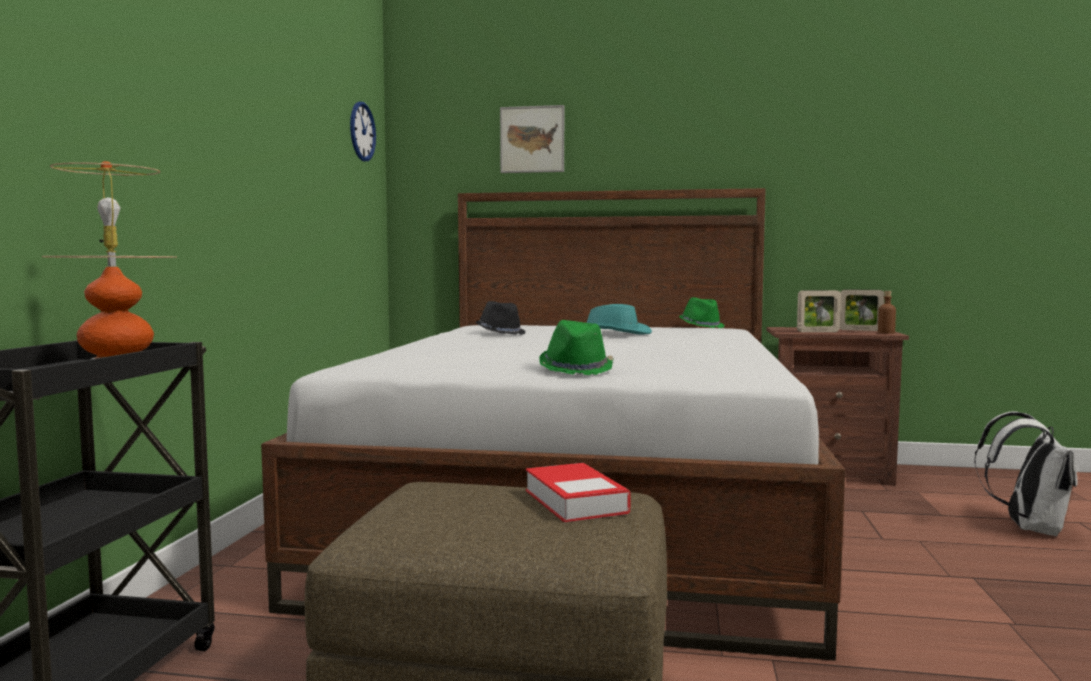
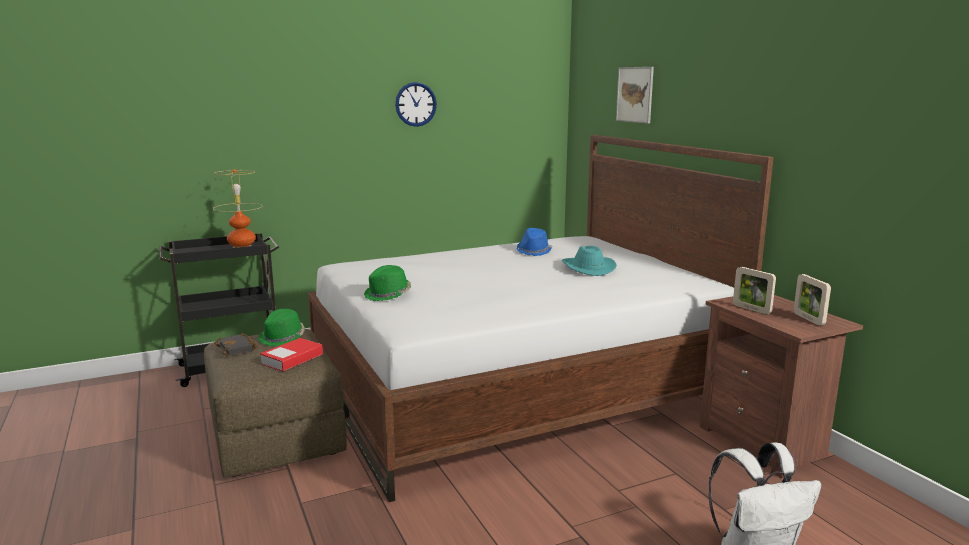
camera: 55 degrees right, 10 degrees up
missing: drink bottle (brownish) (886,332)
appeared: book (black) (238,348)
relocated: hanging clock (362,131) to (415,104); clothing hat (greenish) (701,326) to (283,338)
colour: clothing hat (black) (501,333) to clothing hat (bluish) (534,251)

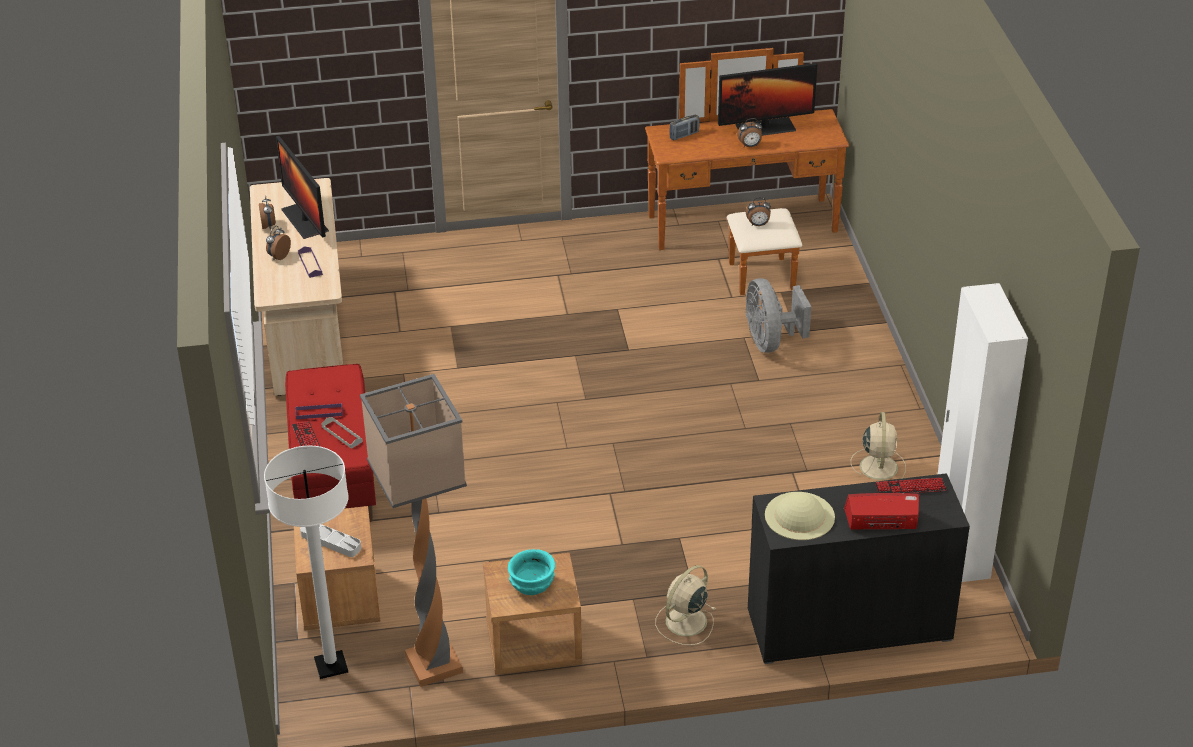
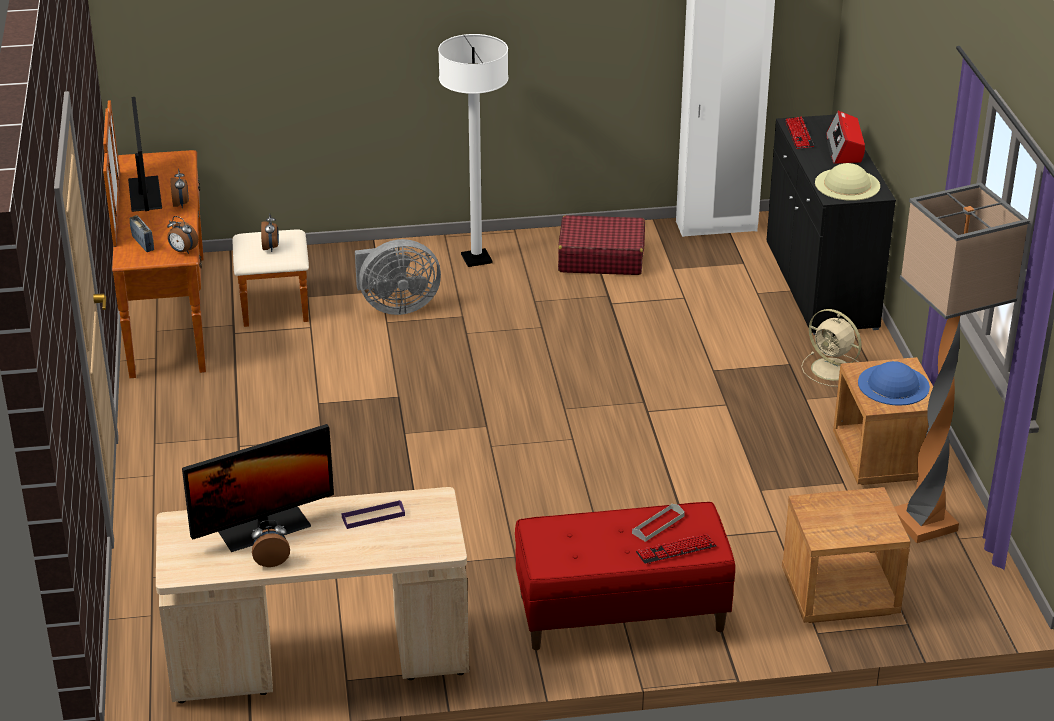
camera: 90 degrees left, 5 degrees down
missing: carrying tray (purplish) (319,412); carrying tray (greyish) (331,541)
relocated: bedside clock (278,256) to (182,251); standard lamp (white) (331,666) to (476,259)
exchanged: electric fan (beige-coloured) (878,466) to suitcase (red-coloured) (600,258); bowl (blue-green) (532,585) to clothing hat (bluish) (893,384)

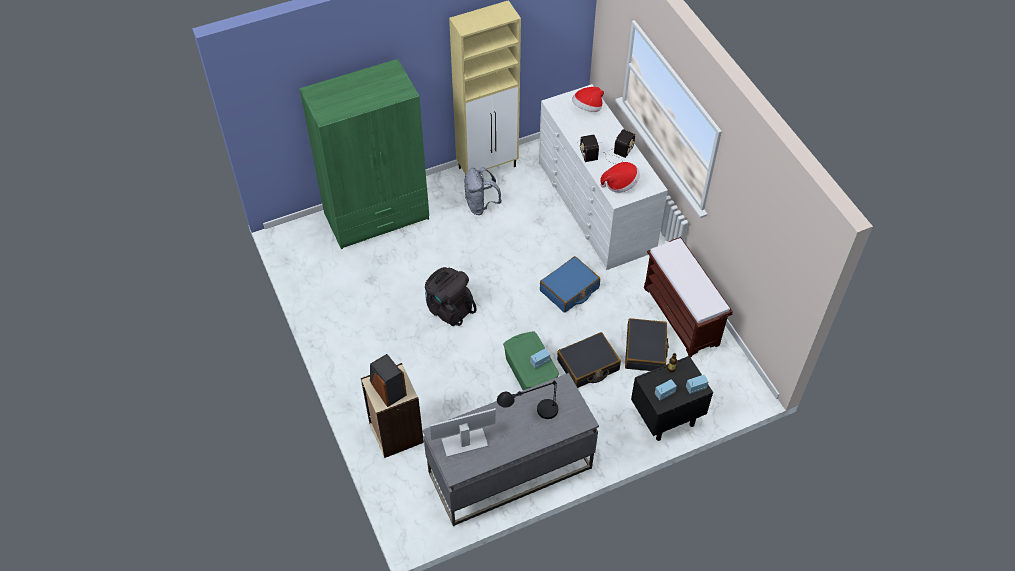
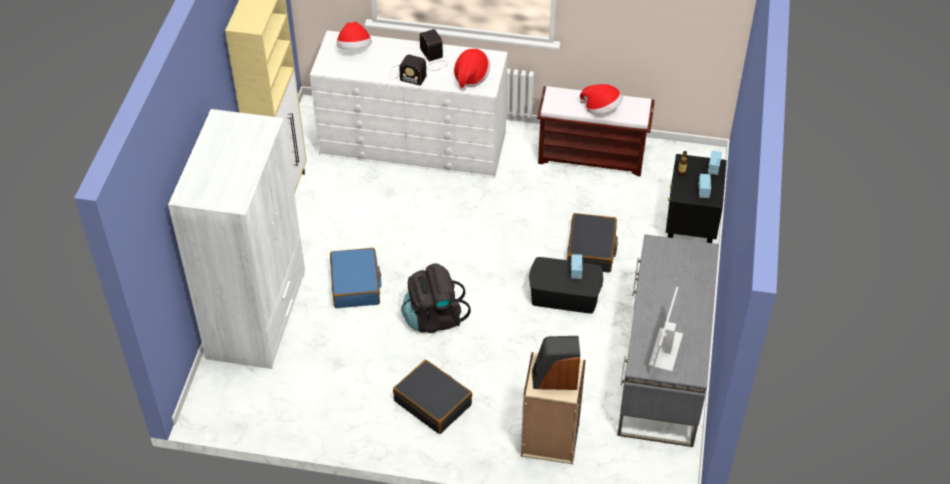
camera: 55 degrees left, 5 degrees down
missing: rucksack (greyish) (481,205); tabletop lamp (black) (529,416)
appeared: clothing hat (601,109)
relocated: suitcase (bluish) (569,290) to (356,284); suitcase (black) (645,350) to (433,403)
colour: clothes cupboard (greenish) (377,216) to clothes cupboard (white) (258,315); storage box (greenish) (530,373) to storage box (black) (564,296)

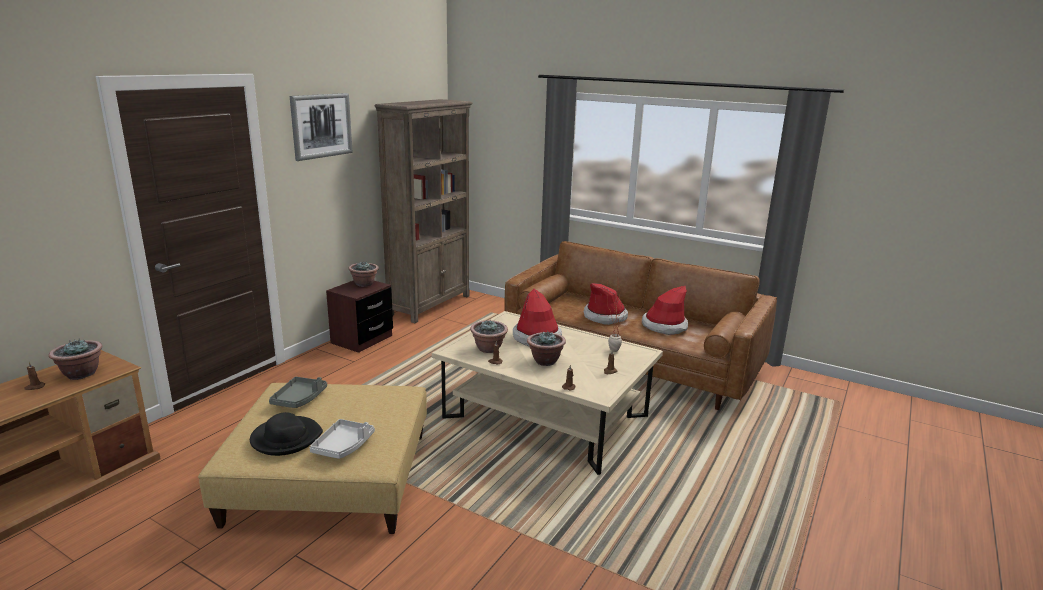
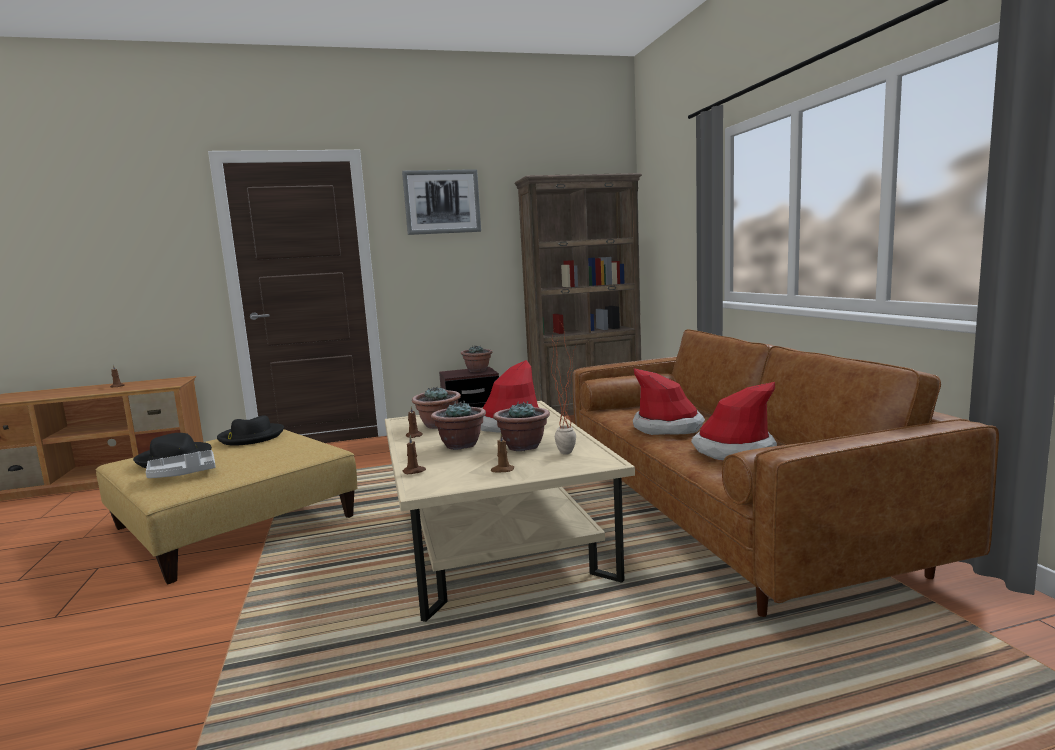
camera: 45 degrees right, 10 degrees down
relocated: plant in a pot (81,374) to (523,447)
exchanged: carrying tray (greyish) (299,399) to clothing hat (black) (251,437)

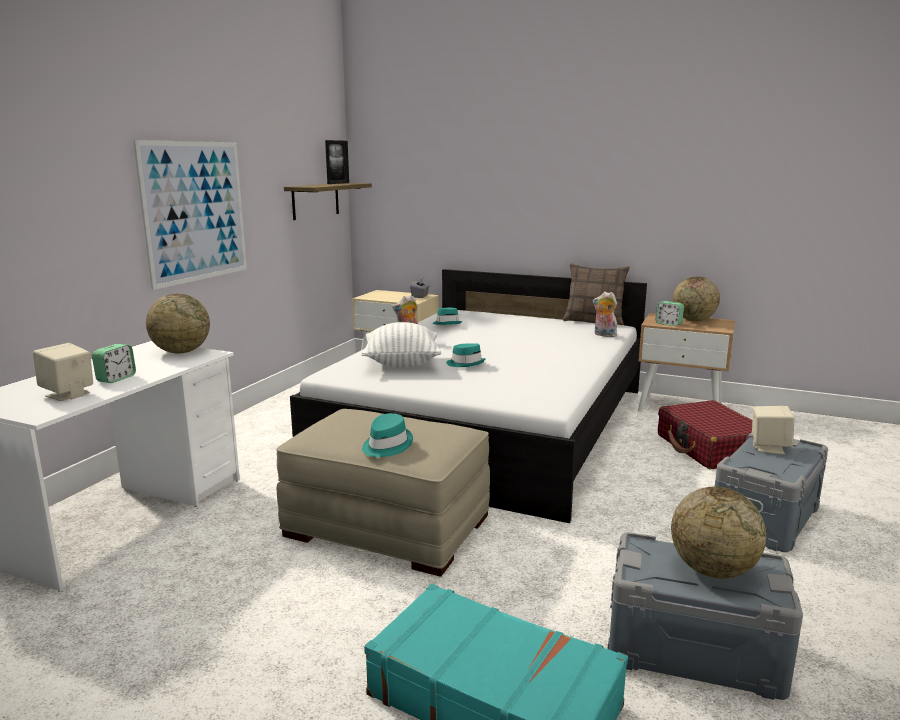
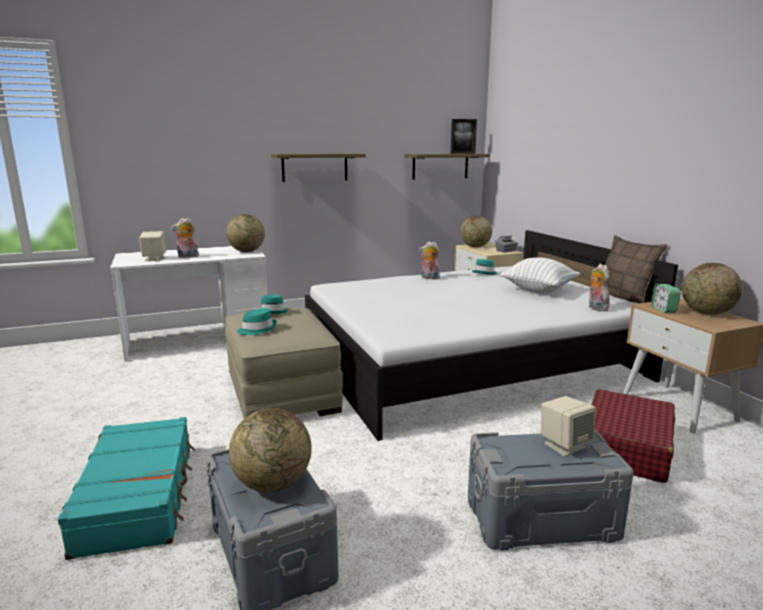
camera: 45 degrees right, 0 degrees up
appeared: globe (475,247)
relocated: cushion (white) (402,364) to (538,290); clothing hat (blue-green) (465,363) to (273,312)
exchanged: wall art (195,211) to bracket shelf (315,167); bedside clock (116,378) to soft toy (187,257)

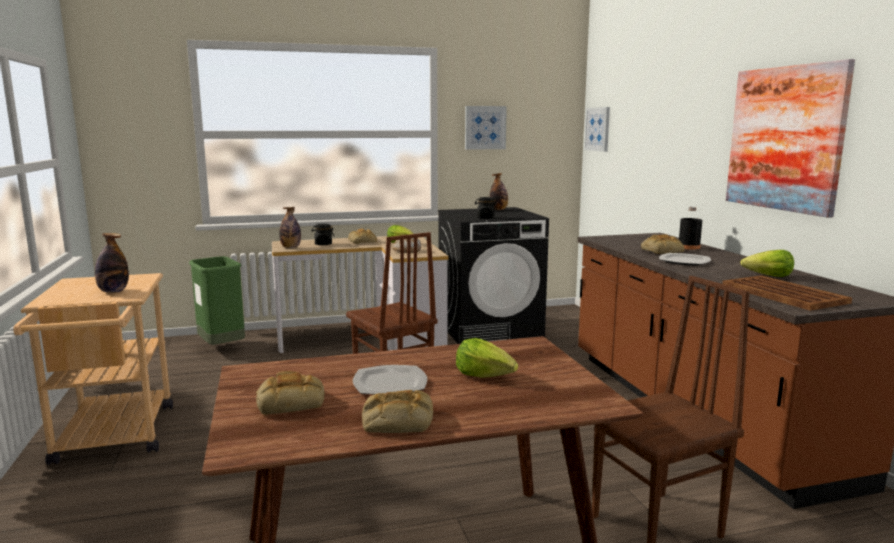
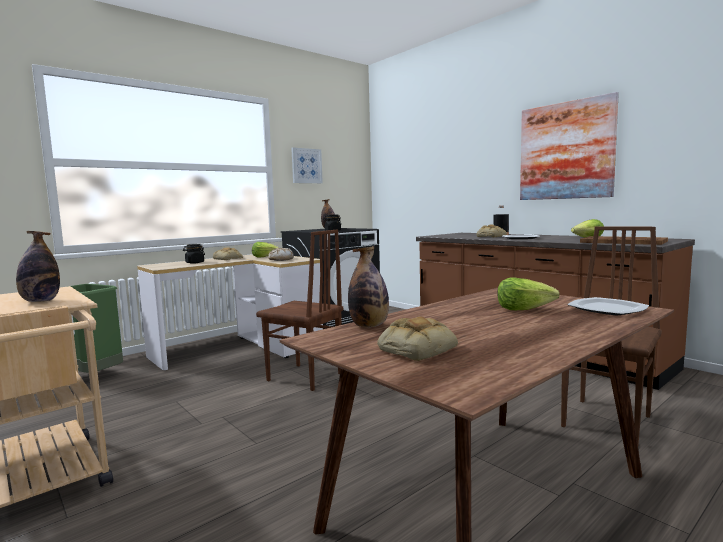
camera: 25 degrees left, 5 degrees down
missing: wall art (597,129); bread (397,421)
relocated: drink bottle (291,247) to (369,326); plate (390,383) to (606,309)

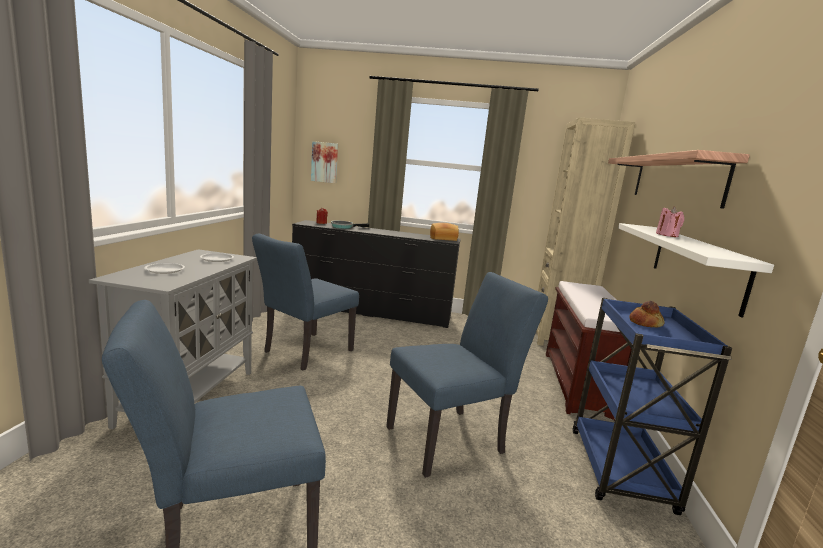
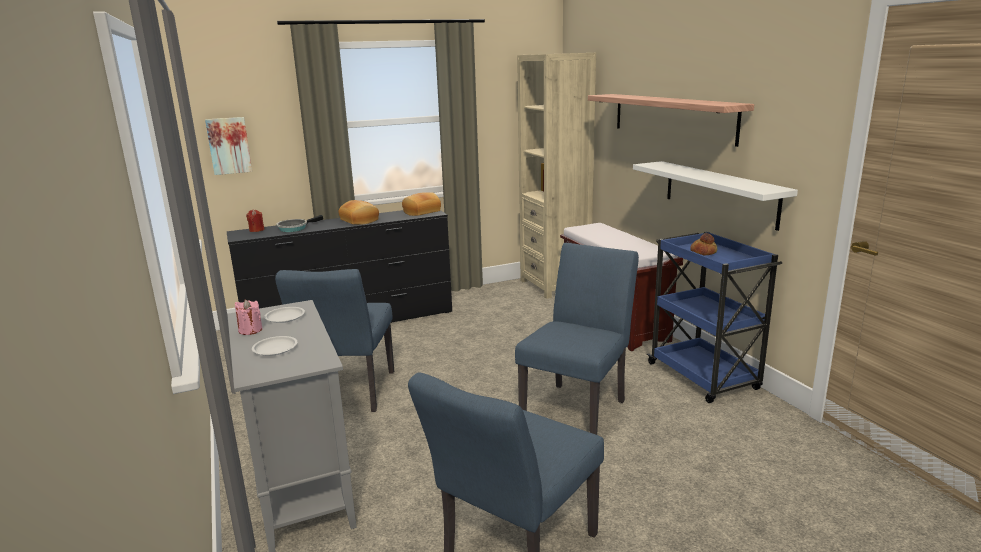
camera: 30 degrees left, 5 degrees up
appeared: bread (360,220)
relocated: wax candle (pink) (667,235) to (250,330)

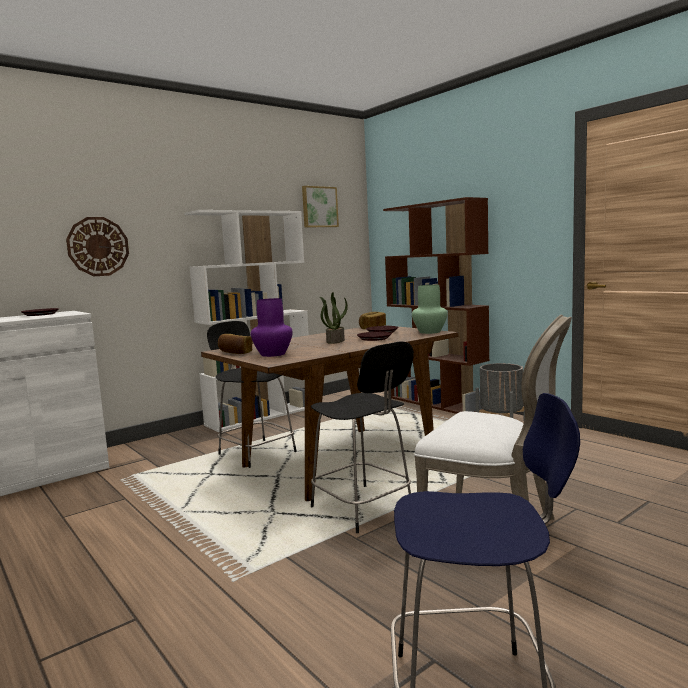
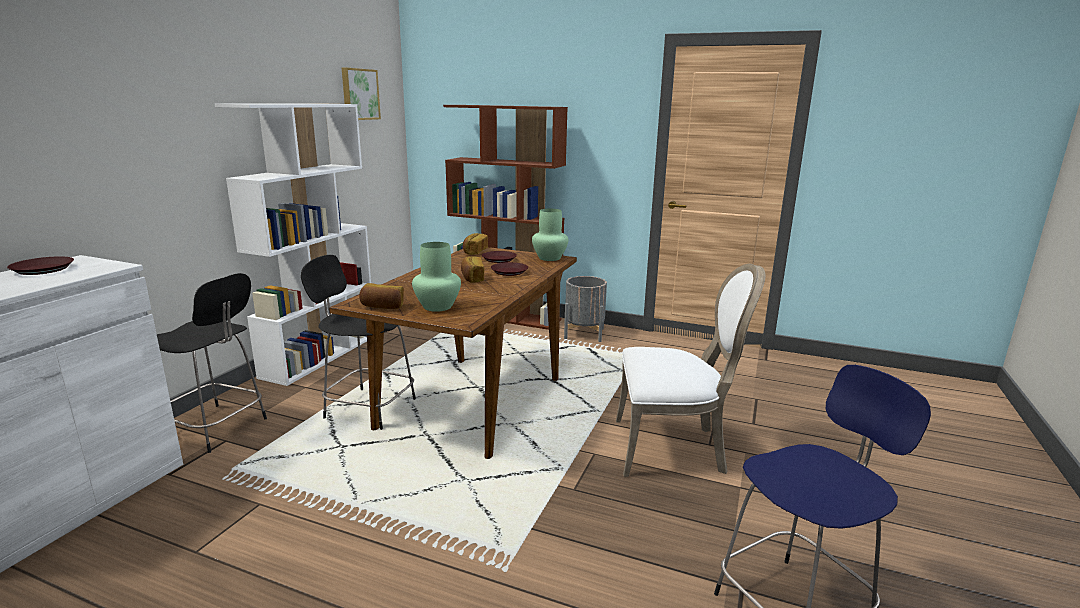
camera: 30 degrees left, 10 degrees up
missing: hanging clock (98,246)
relocated: stool (black) (364,509) to (216,428)
exchanged: plant in a pot (335,341) to bread (472,278)
colour: flower vase (purplish) (272,354) to flower vase (greenish) (436,306)

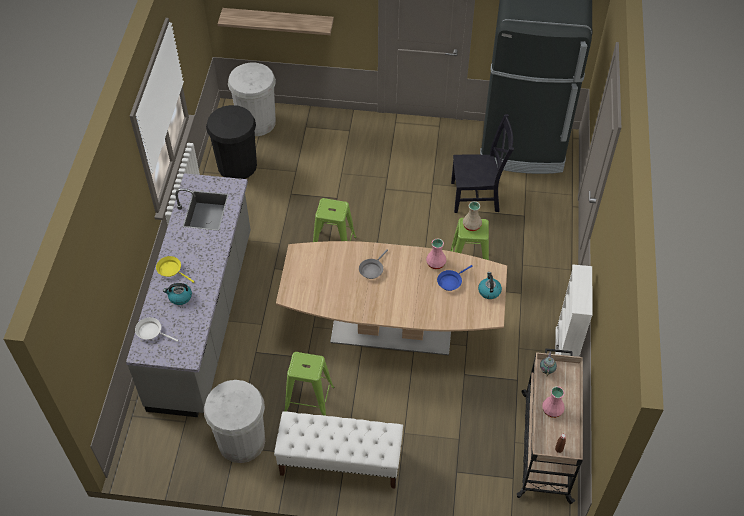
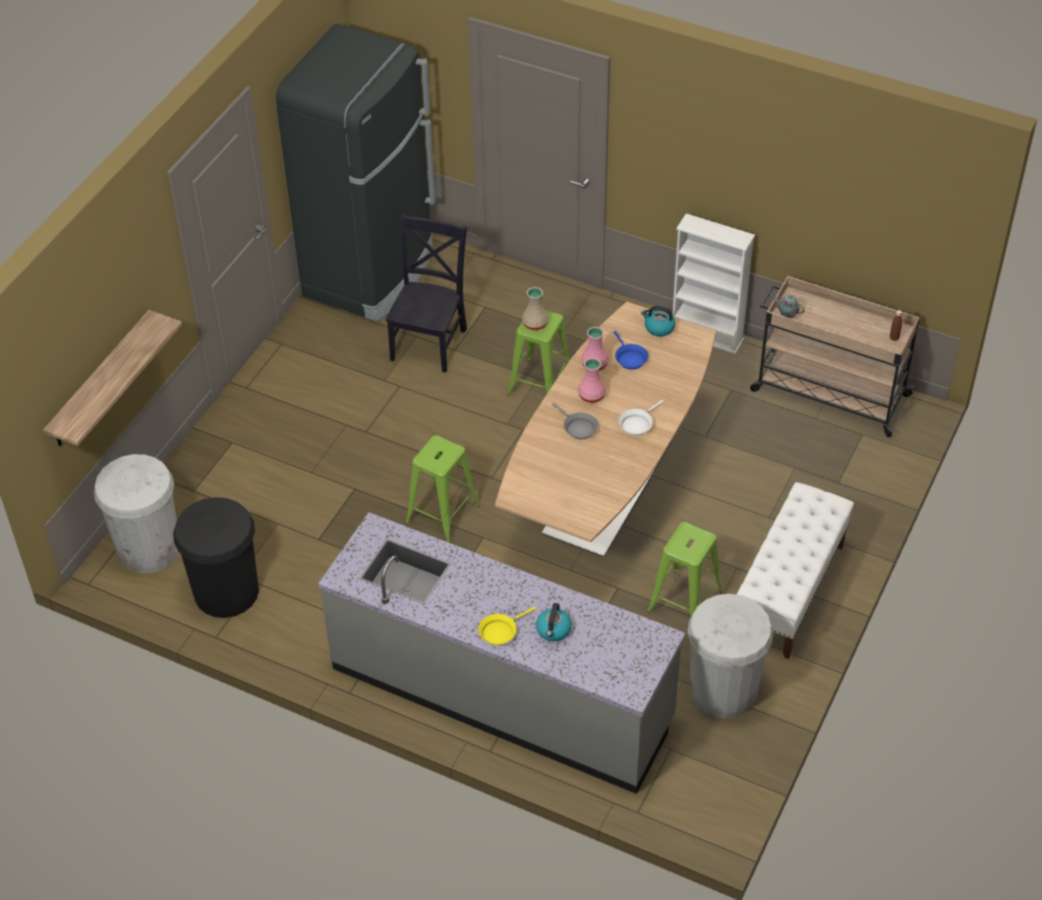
camera: 70 degrees left, 5 degrees down
relocated: skillet (white) (151,332) to (637,424); flower vase (pink) (552,409) to (591,395)

